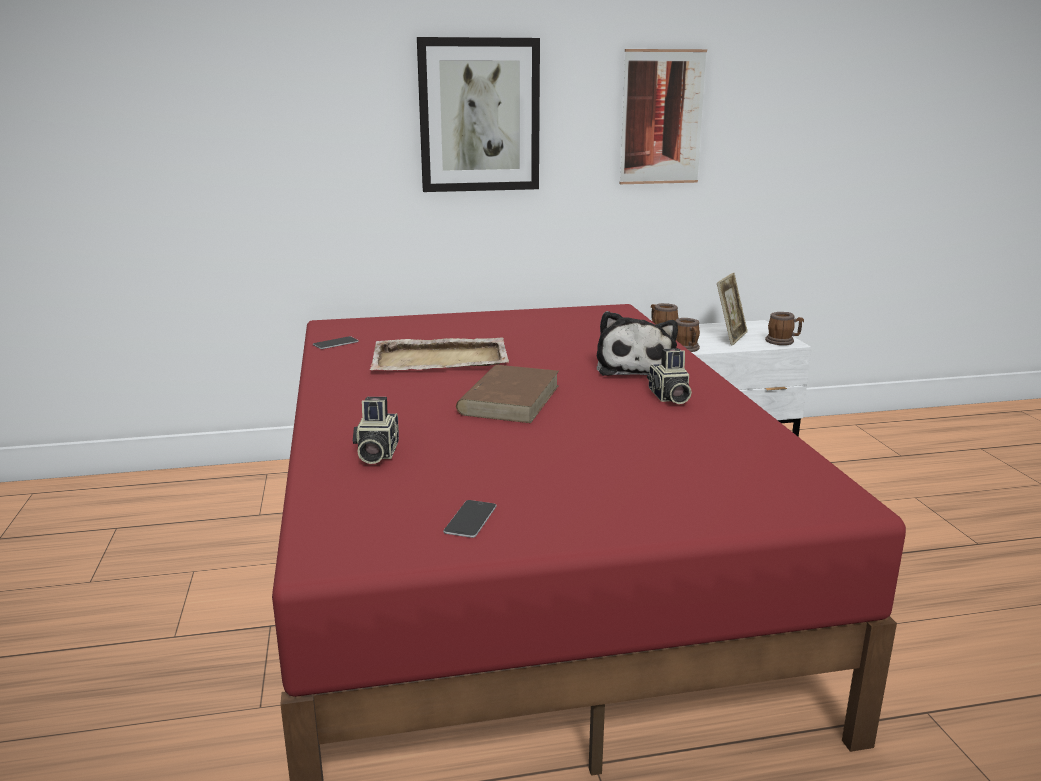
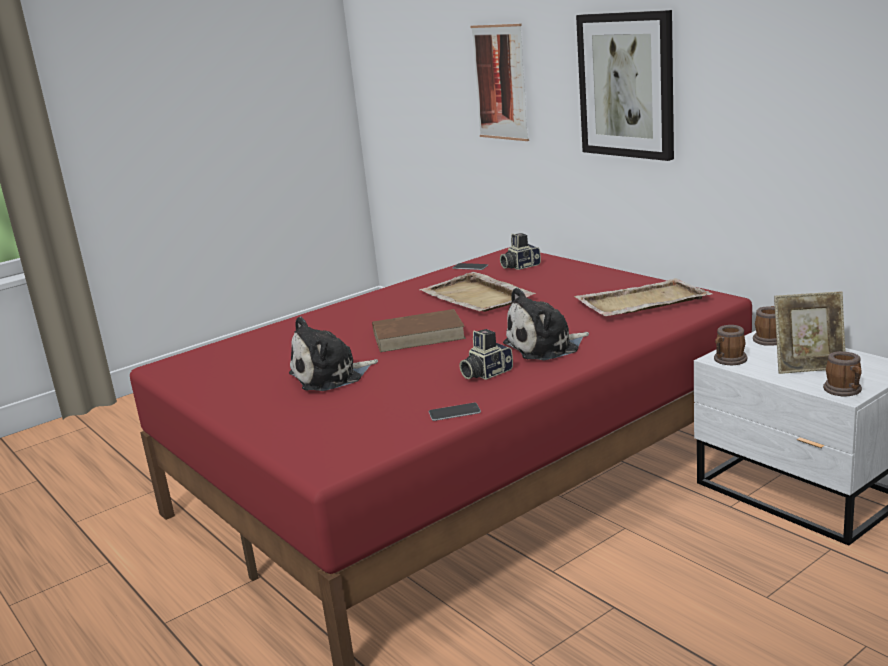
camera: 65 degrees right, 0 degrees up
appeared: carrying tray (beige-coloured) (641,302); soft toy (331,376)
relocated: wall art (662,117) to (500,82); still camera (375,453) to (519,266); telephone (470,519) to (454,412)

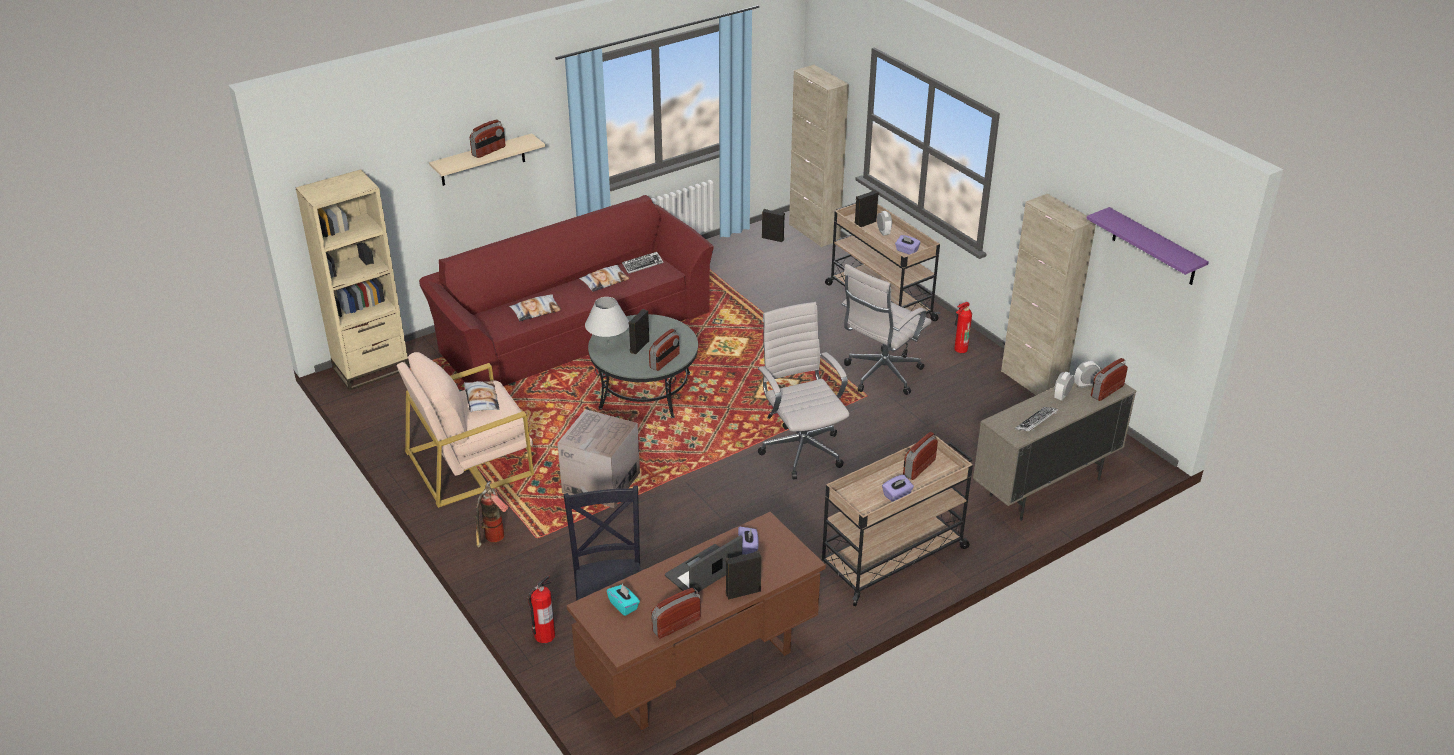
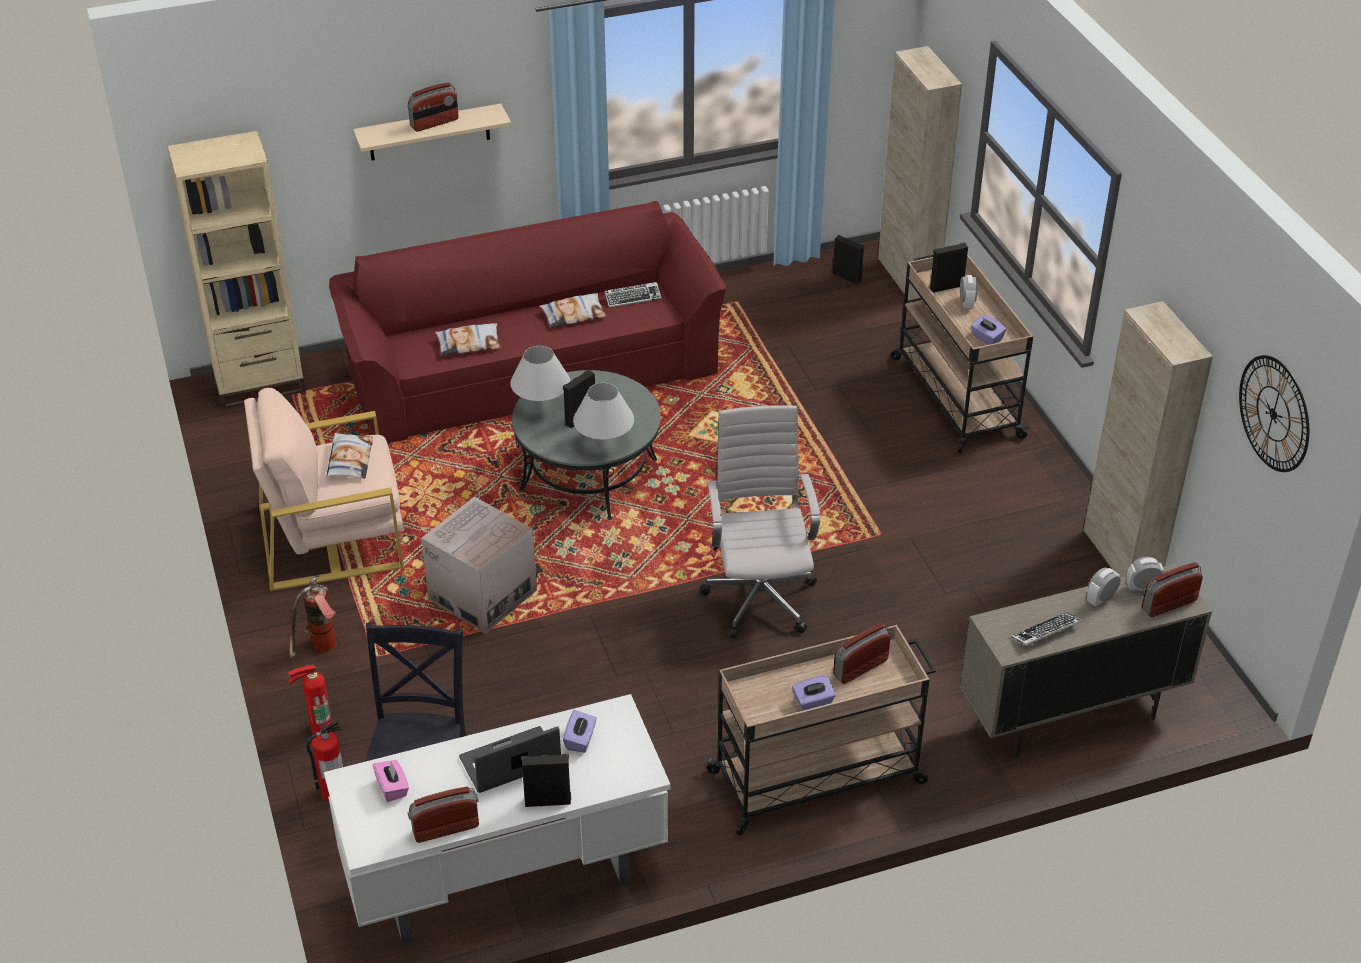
camera: 15 degrees right, 5 degrees up
missing: computer chair (white) (880,375)
relocated: extinguisher (959,349) to (319,728)
exchanged: bracket shelf (purplish) (1154,247) to hanging clock (1273,413); radio receiver (665,361) to tabletop lamp (white) (604,445)
colour: desk (brownish) (699,670) to desk (white) (505,880); tissue holder (blue-green) (624,606) to tissue holder (pink) (392,788)

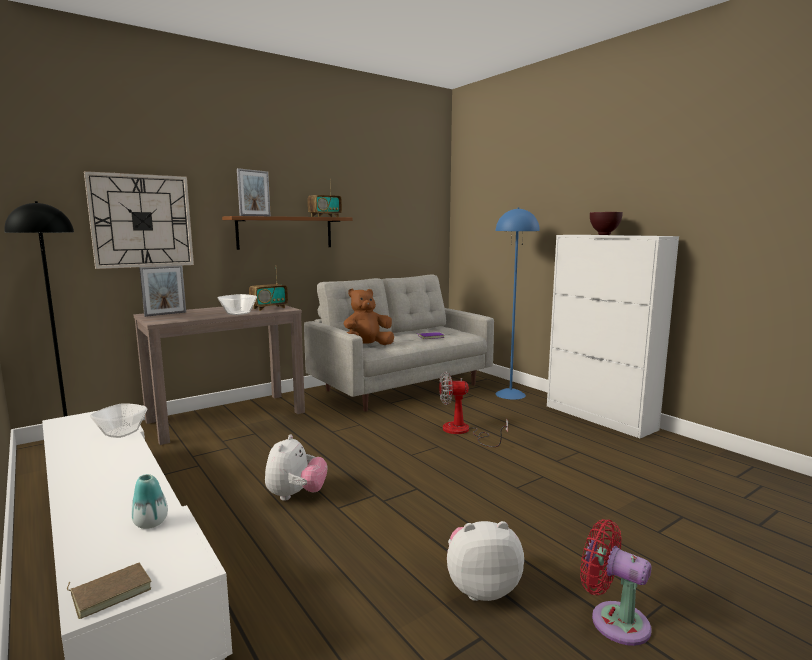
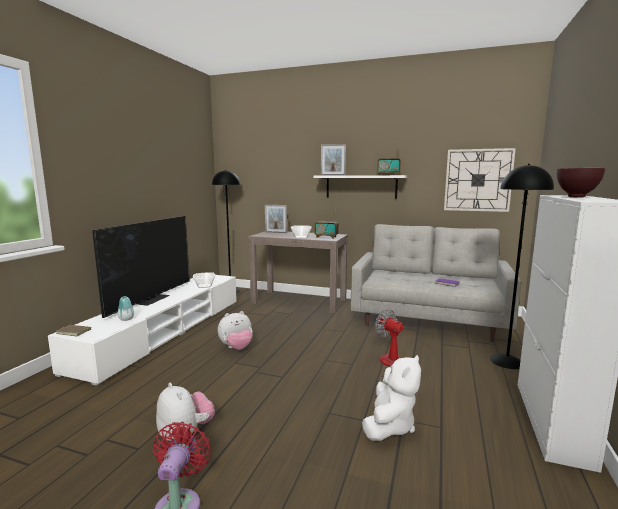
camera: 55 degrees right, 0 degrees up
missing: soft toy (brownish) (366,346)
appeared: TV (152,299); soft toy (white) (389,426)
relocated: hanging clock (142,221) to (478,180)
colour: standard lamp (bluish) (510,394) to standard lamp (black) (507,361); bracket shelf (brownish) (285,232) to bracket shelf (white) (361,186)

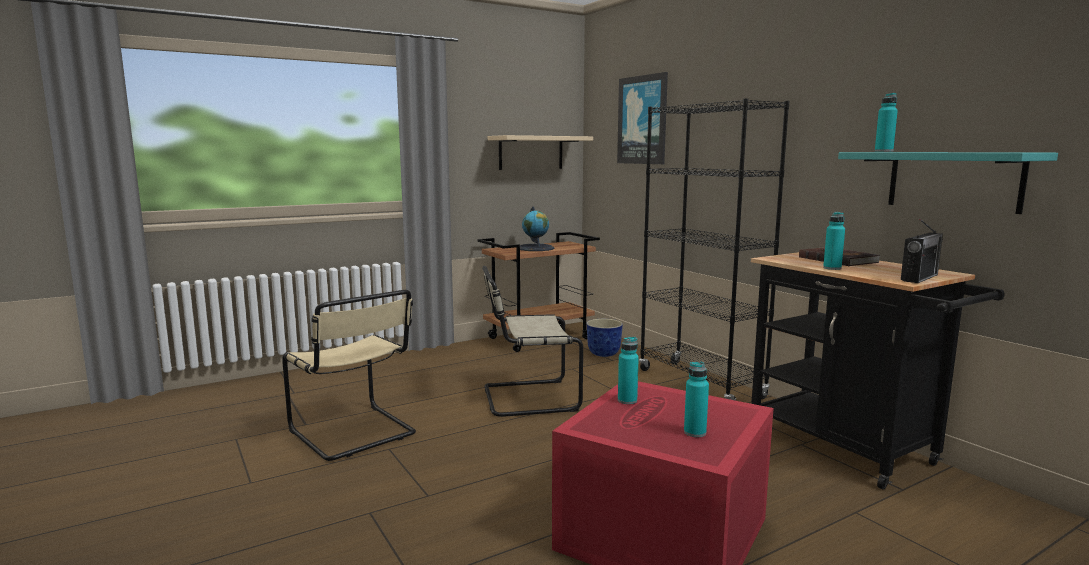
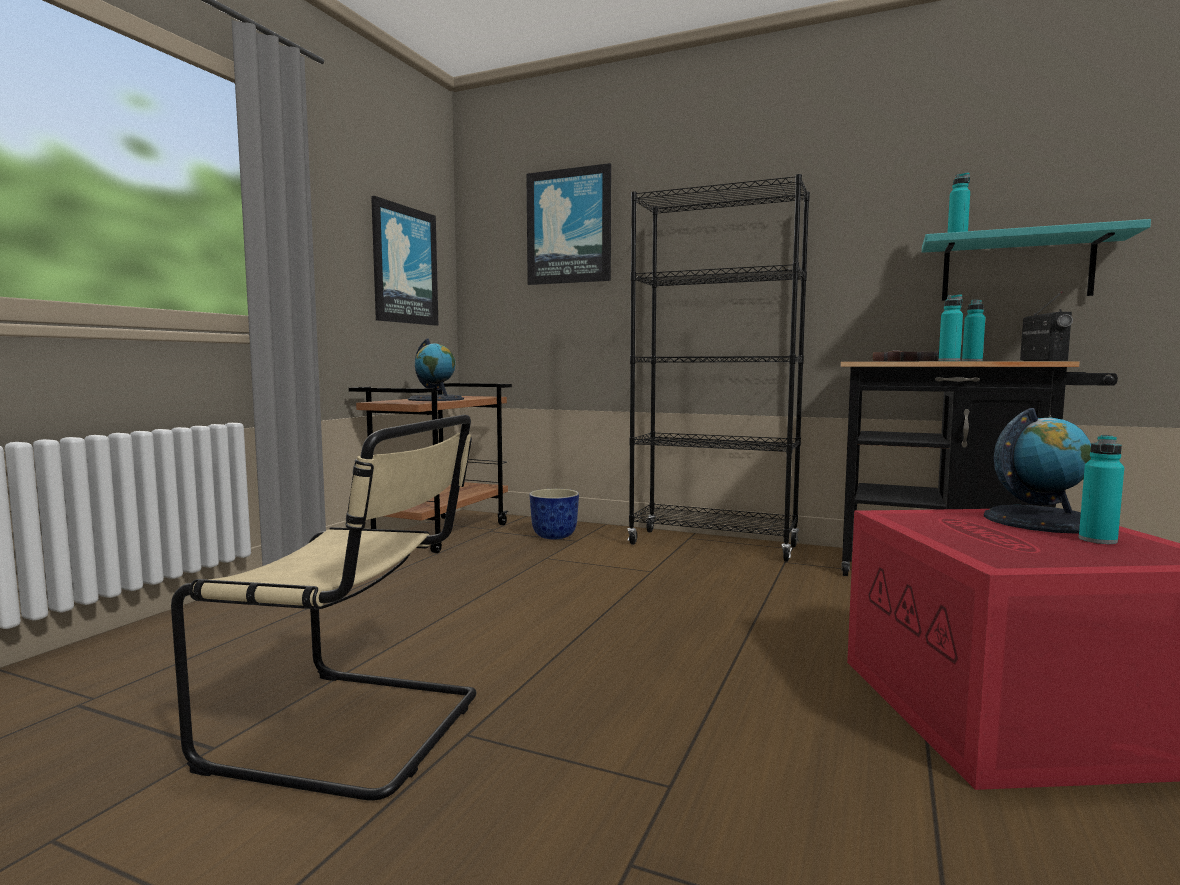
camera: 35 degrees left, 5 degrees down
missing: chair (beige-coloured) (526,398)
appeared: globe (1041,520)
relocated: drink bottle (blue-green) (627,400) to (972,361)
exchanged: bracket shelf (beige-coloured) (531,153) to wall art (404,265)

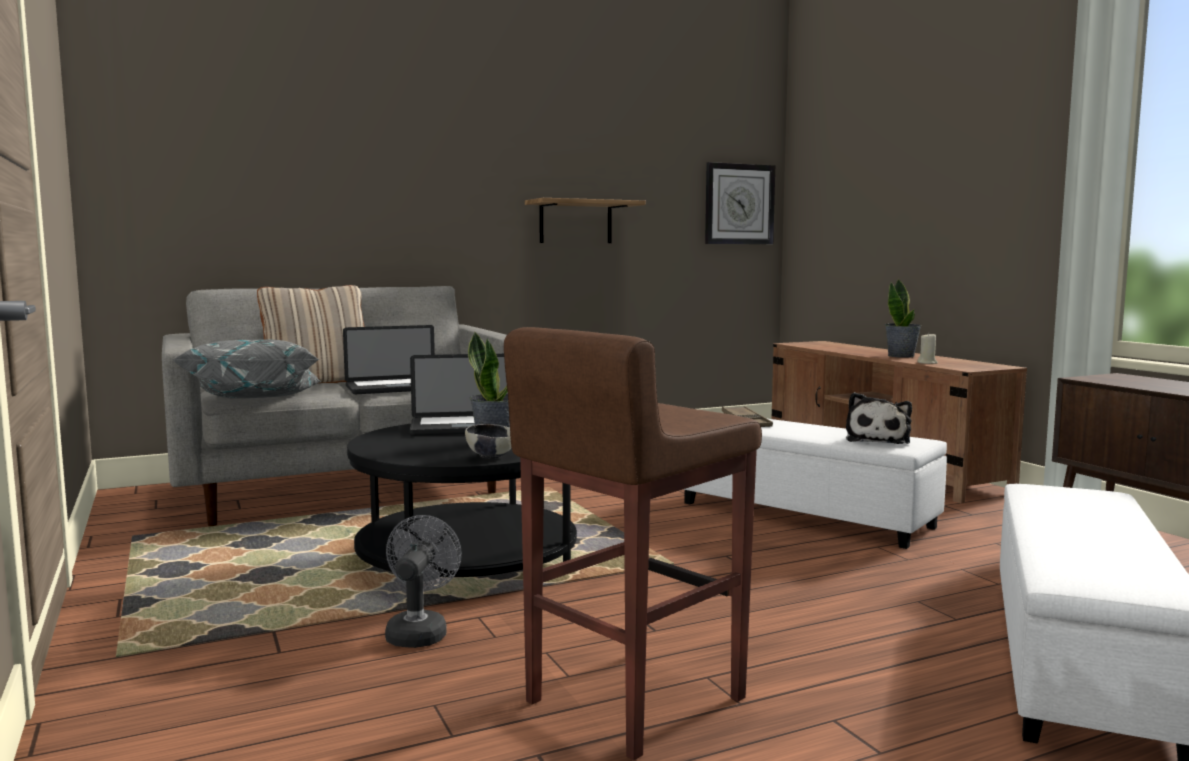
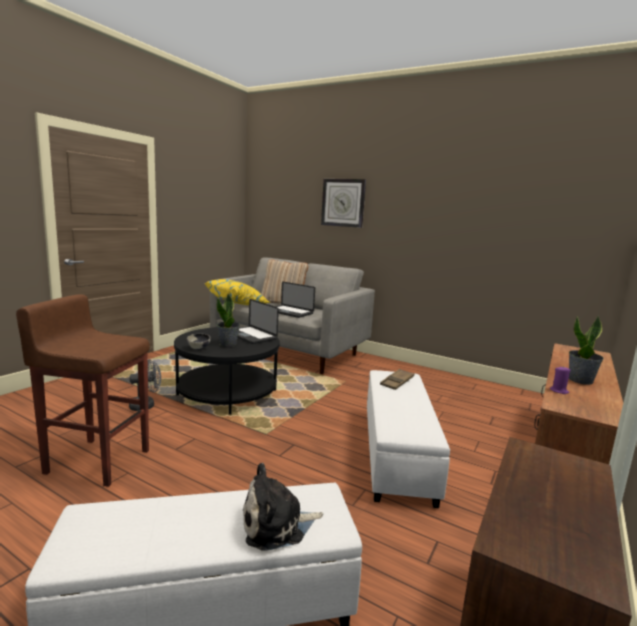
camera: 55 degrees right, 5 degrees up
missing: bracket shelf (575,222)
relocated: hanging clock (739,204) to (343,203); soft toy (878,440) to (277,525)
colour: wax candle (beige-coloured) (927,363) to wax candle (purplish) (559,391); cushion (greyish) (255,400) to cushion (yellowish) (237,304)

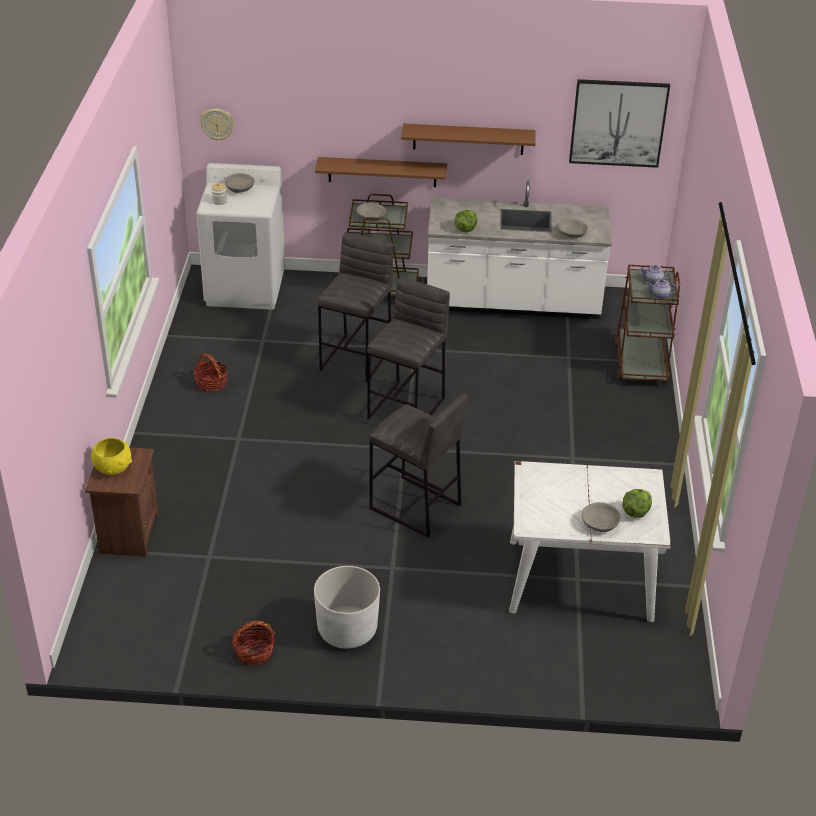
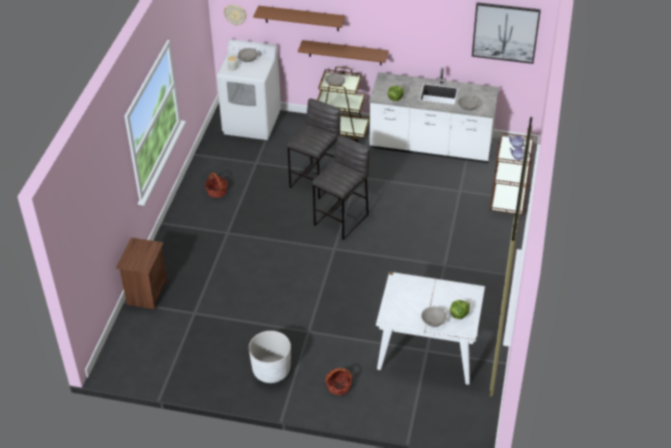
camera: 10 degrees right, 5 degrees up
missing: stool (greyish) (415,507); bowl (yellowish) (113,468)
relocated: bracket shelf (brownish) (468,139) to (302,18); storage basket (254,652) to (338,386)

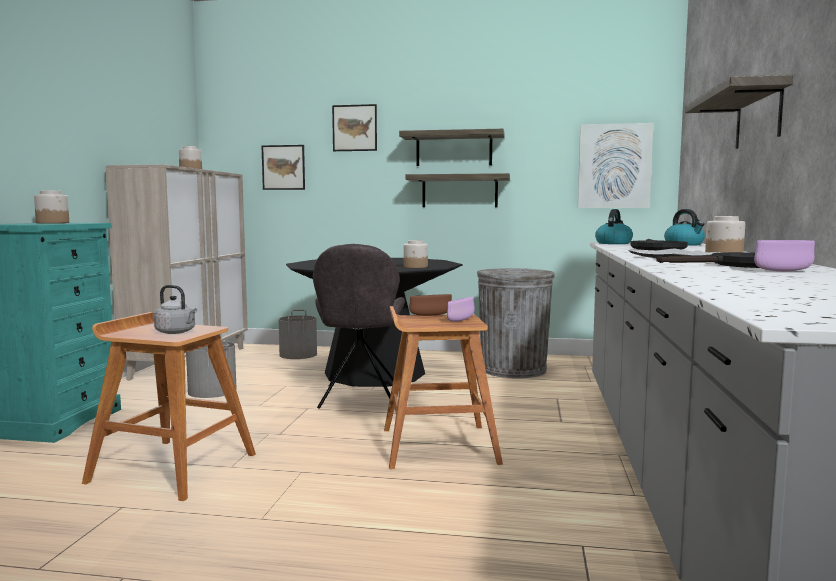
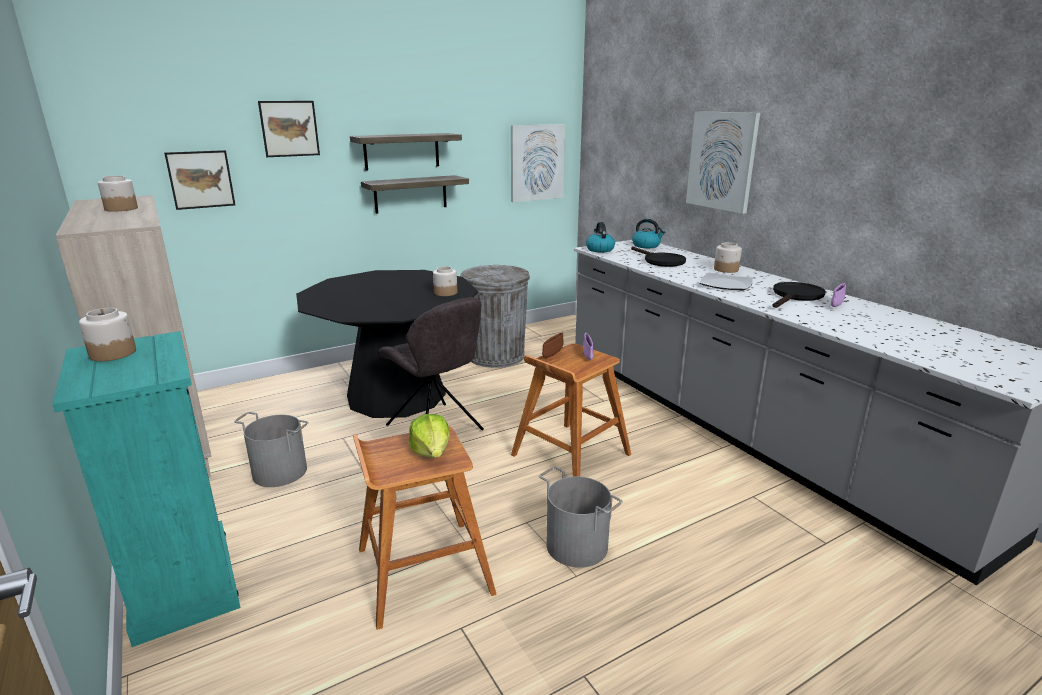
camera: 40 degrees left, 15 degrees up
relocated: pail (greyish) (299,354) to (577,545)
exchanged: bracket shelf (758,117) to wall art (722,161); tea kettle (greyish) (177,332) to lettuce (431,451)

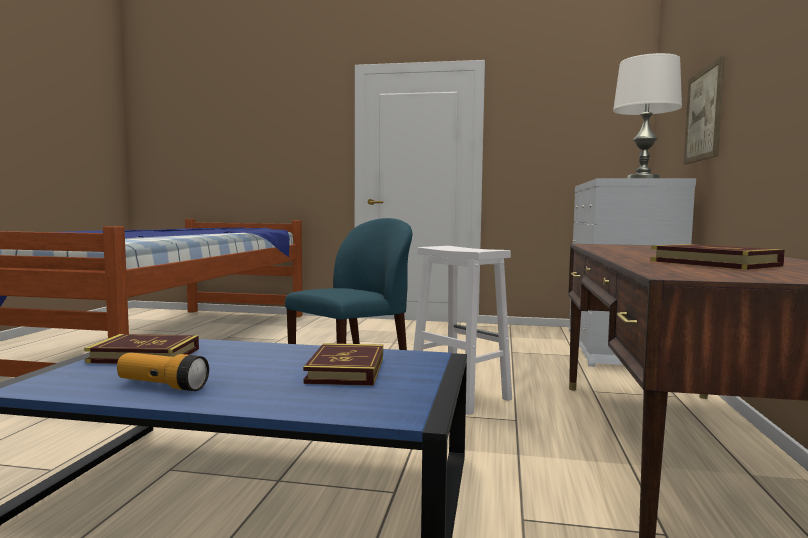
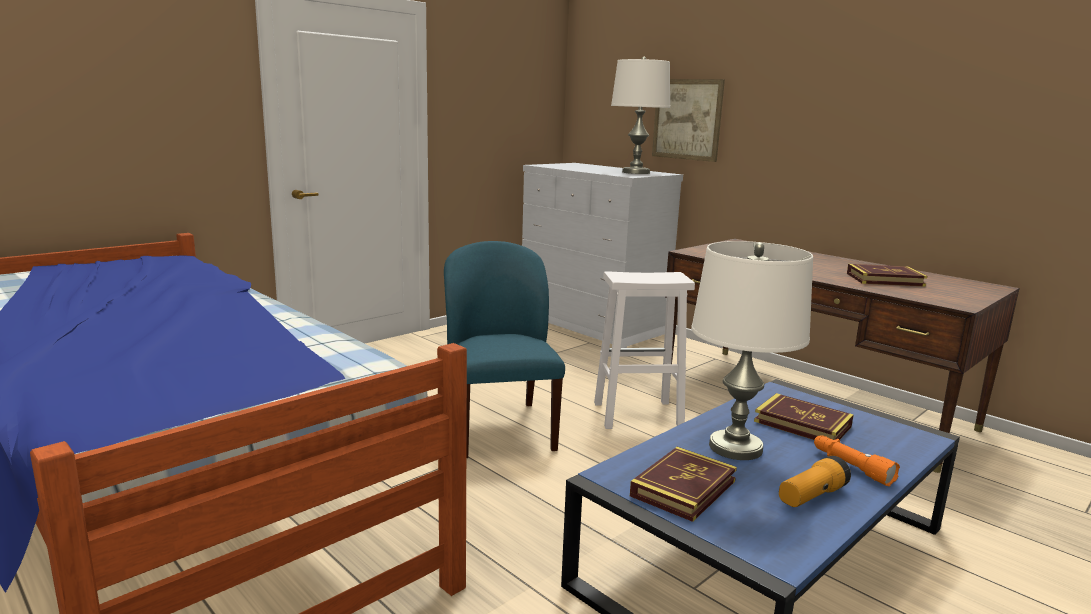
camera: 55 degrees left, 10 degrees up
appeared: tabletop lamp (white) (735,447); flashlight (orangey) (851,467)

